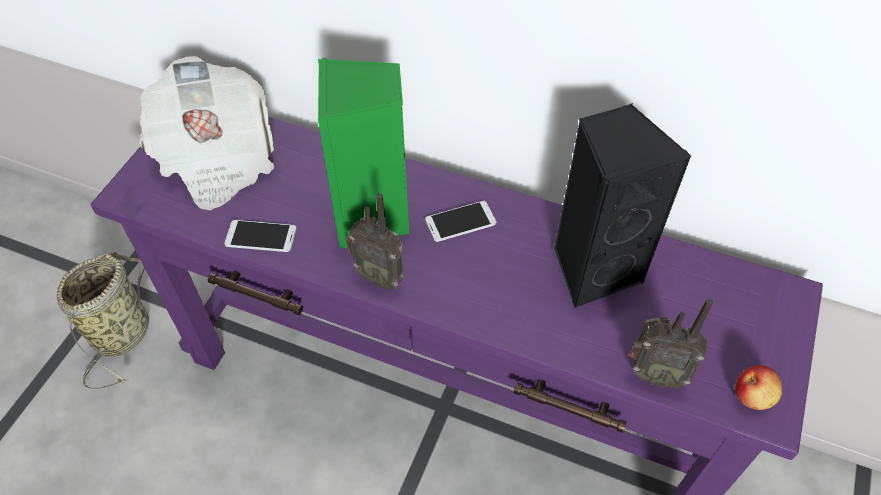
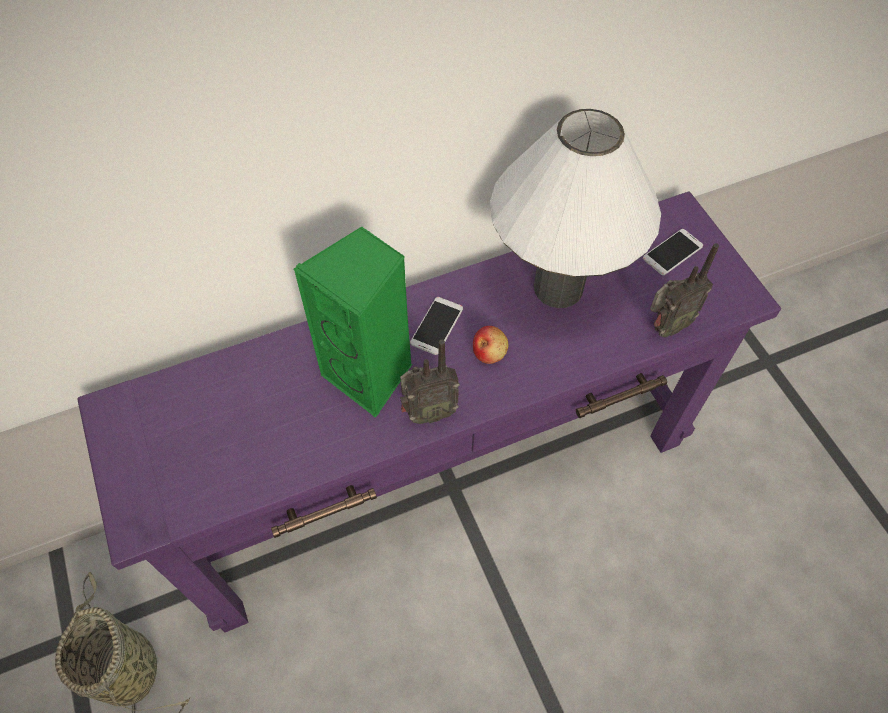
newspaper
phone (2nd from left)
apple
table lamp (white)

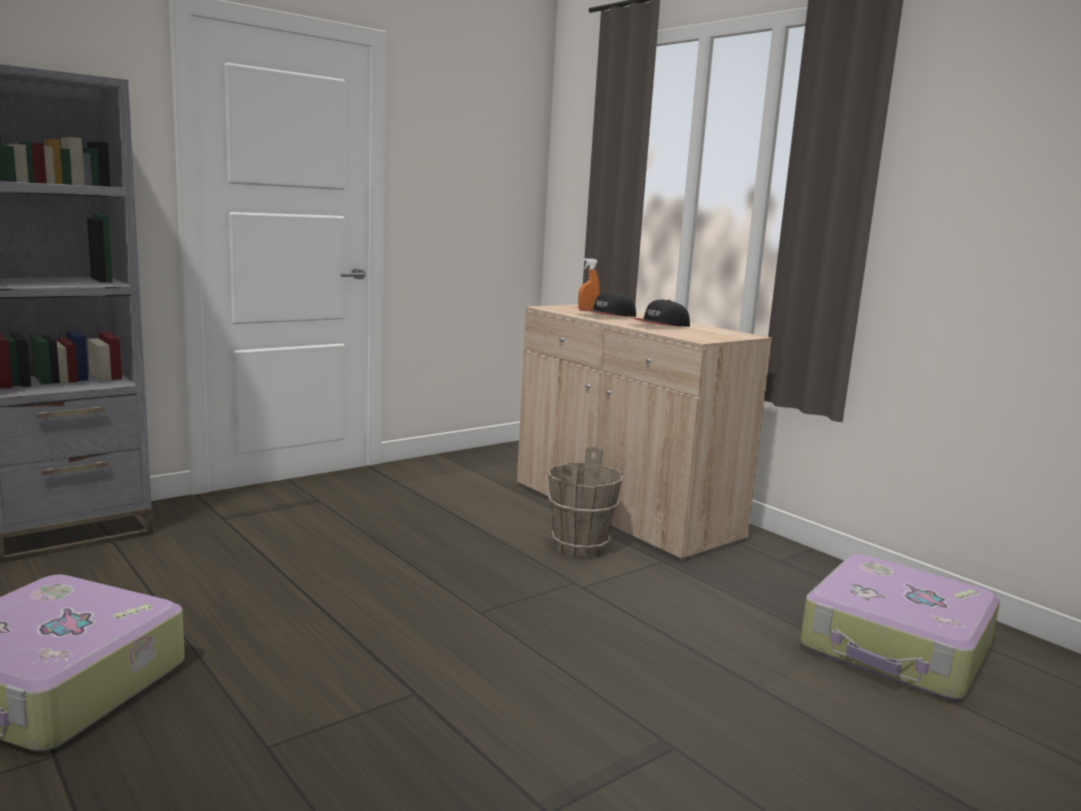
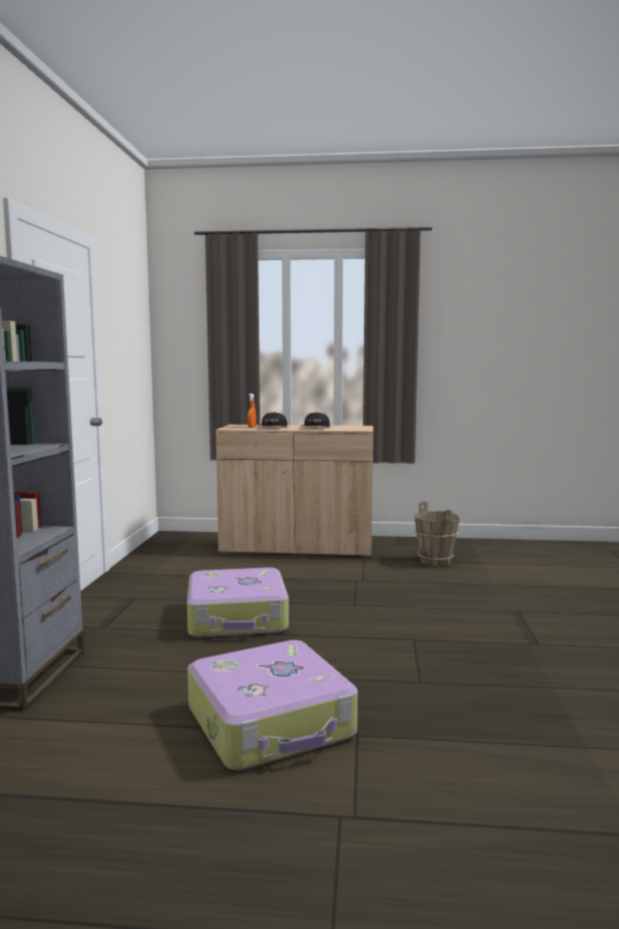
bucket (brown)
suitcase (1st from left)

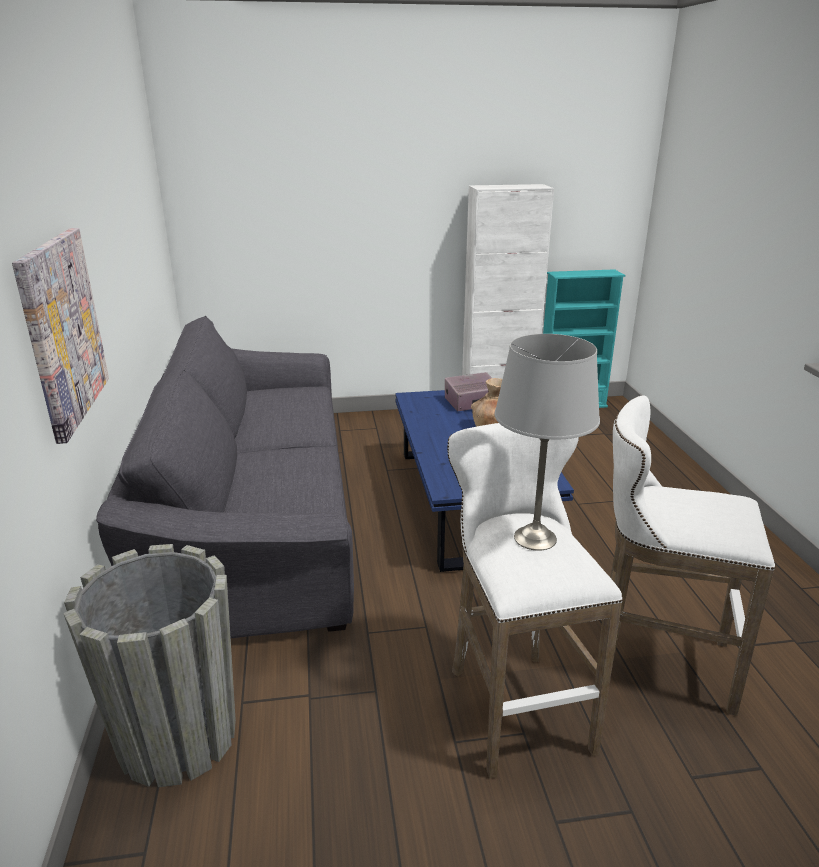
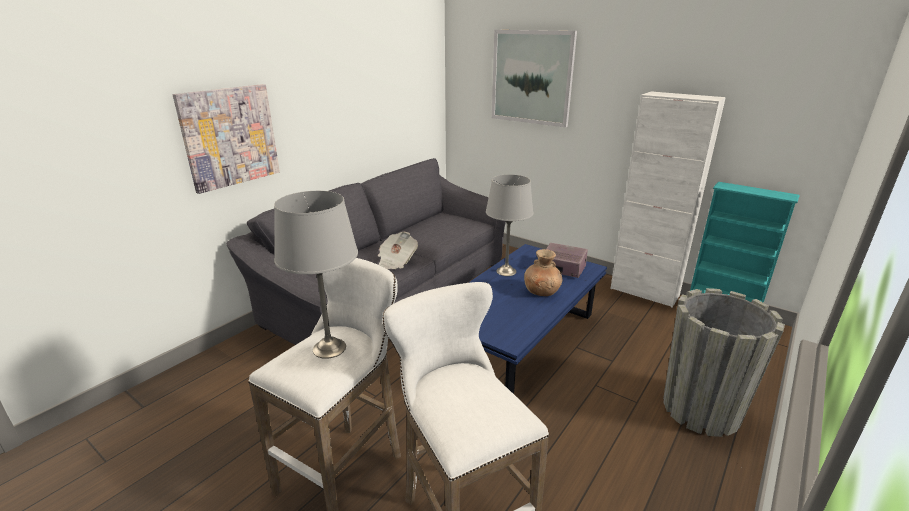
newspaper
table lamp (grey) (2nd from left)
picture (2nd from left)
planter (grey)

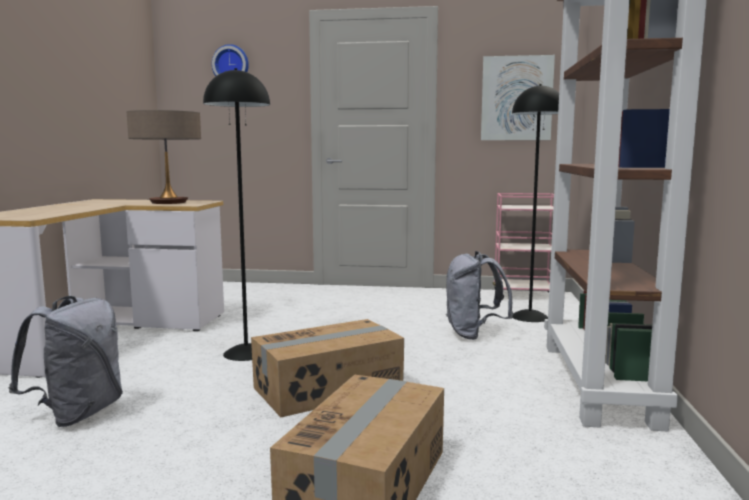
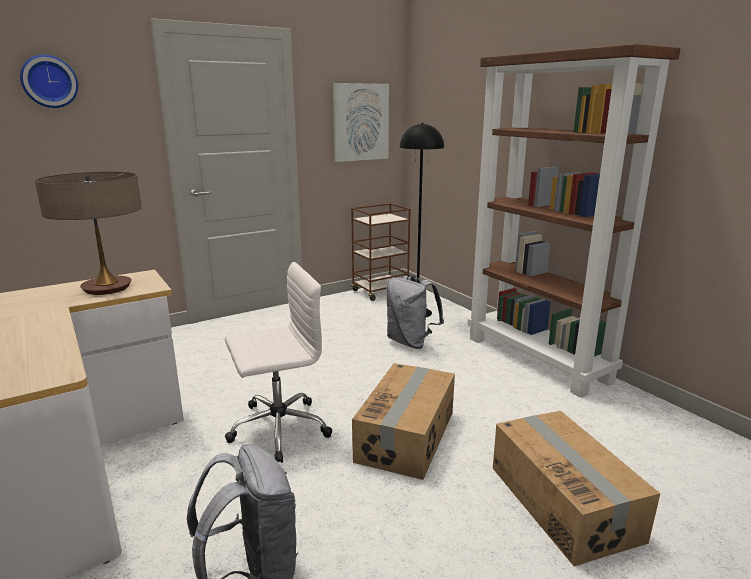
office chair (white)
cart (brown)

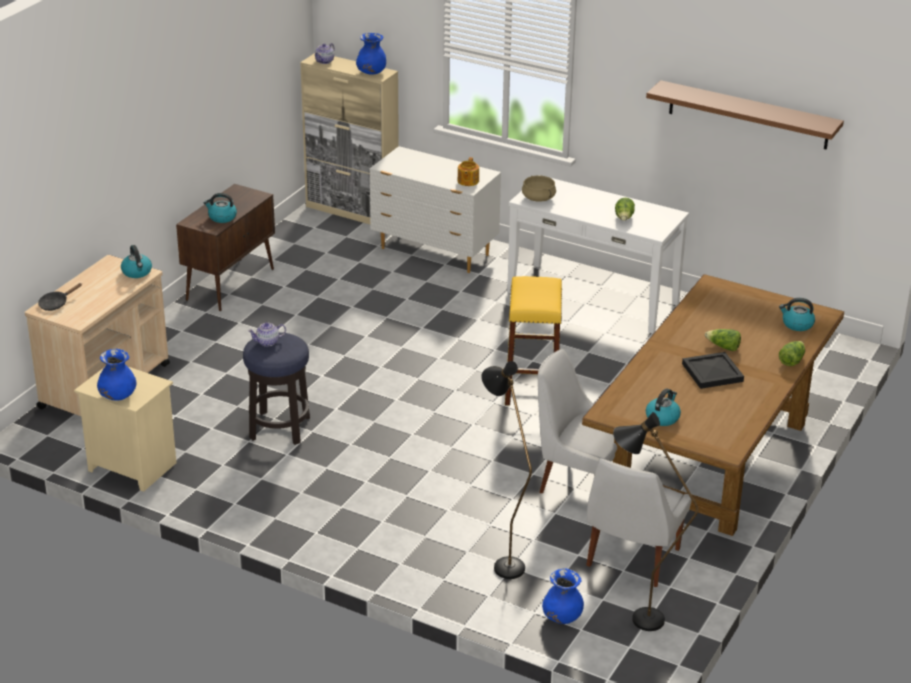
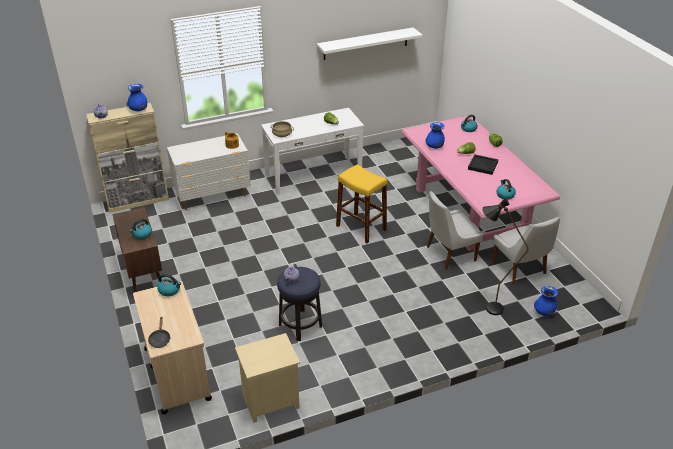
floor lamp (black) (2nd from left in the first image)
vase (blue) (2nd from left)
dining table (pink)
shelf (white)

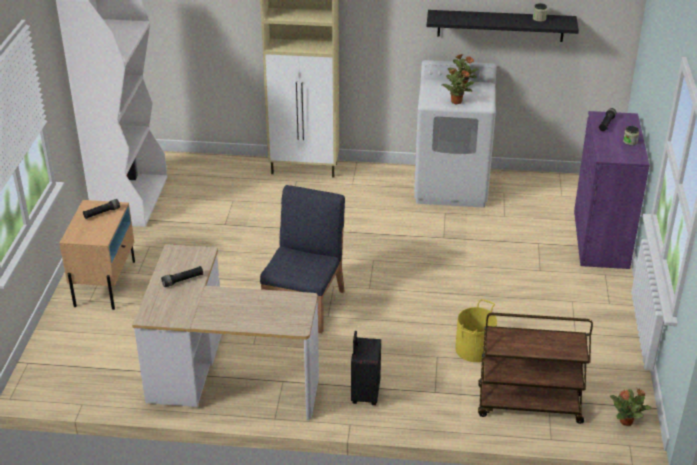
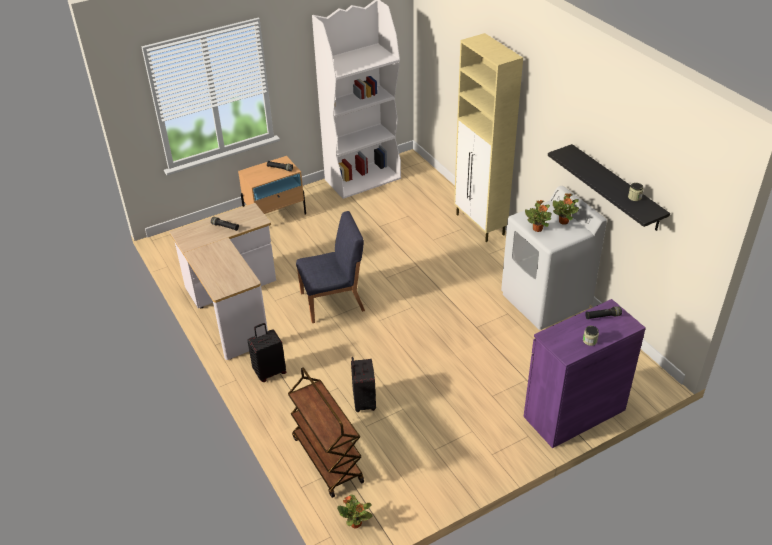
suitcase (black) (2nd from left)

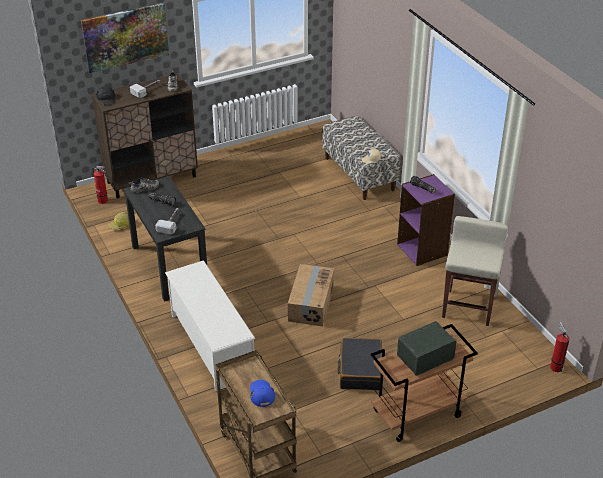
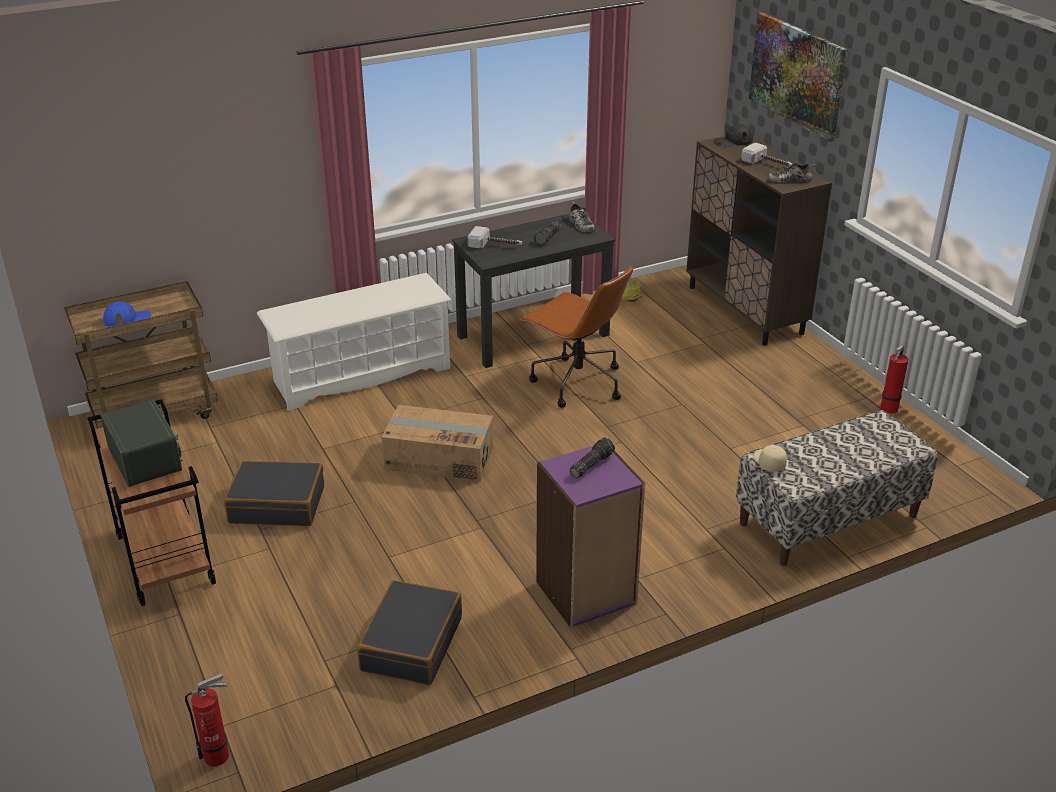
office chair (brown)
fire extinguisher (2nd from left)
suitcase (black) (2nd from left)

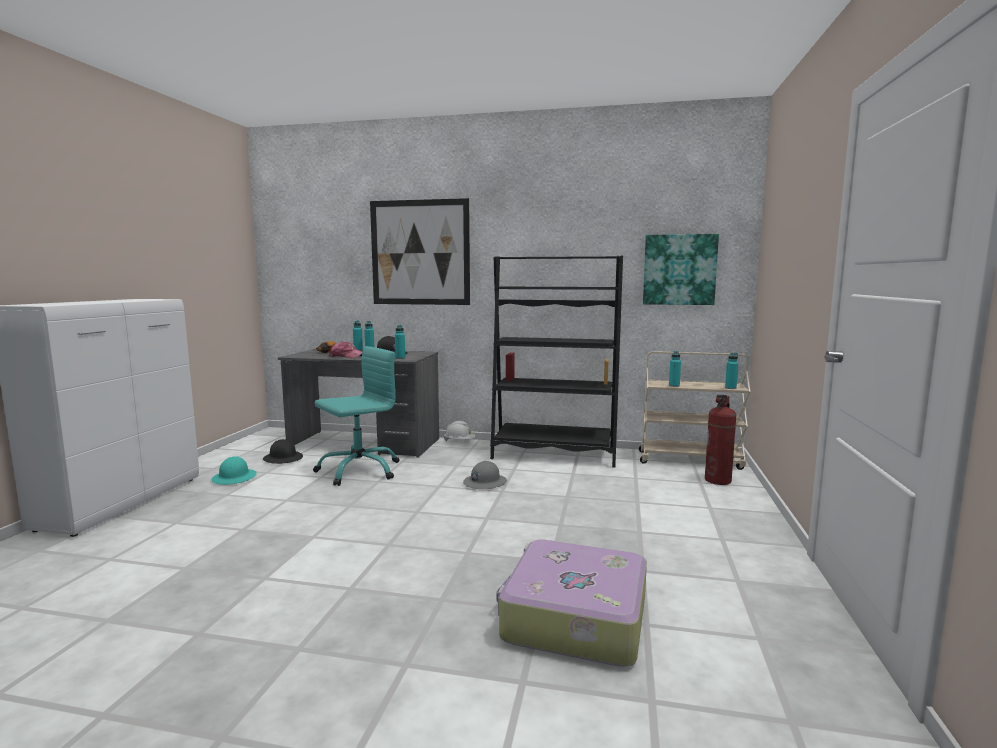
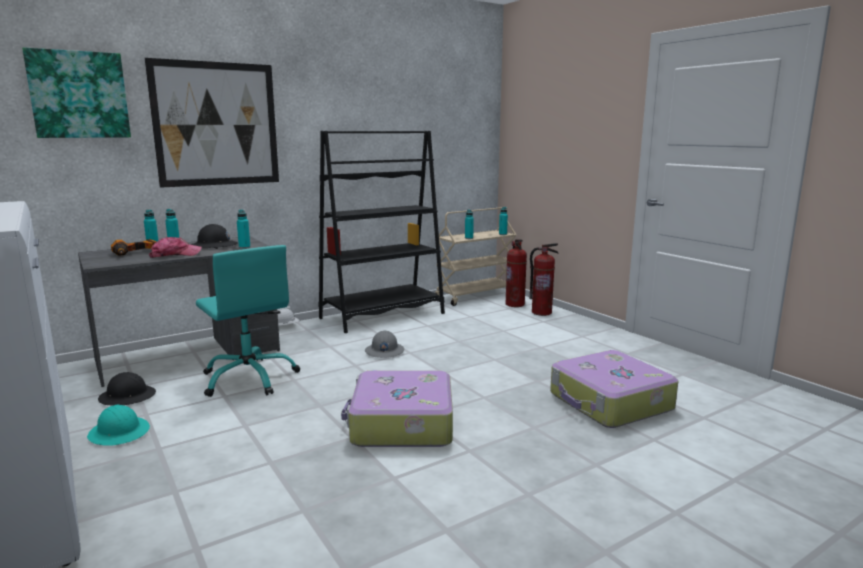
suitcase (1st from left)
fire extinguisher (2nd from left)
picture (1st from left)
office chair (turquoise)

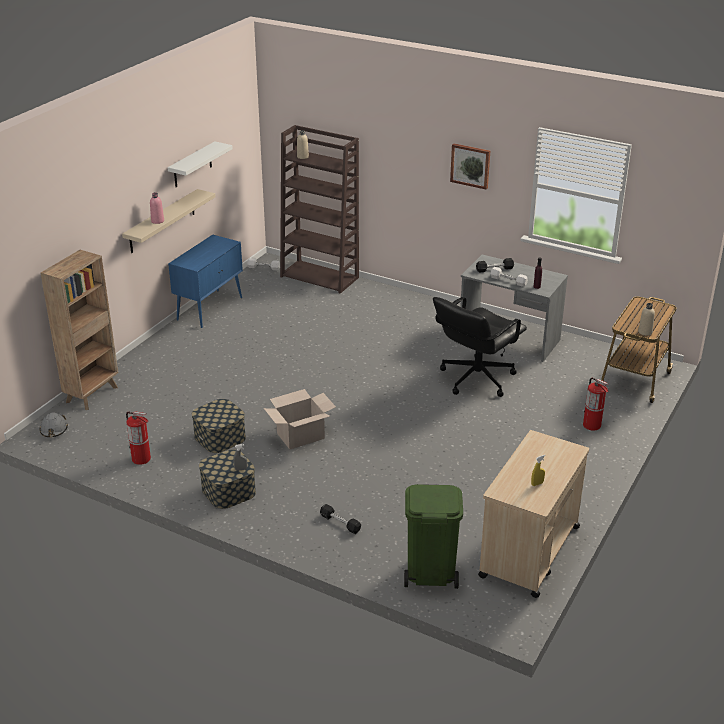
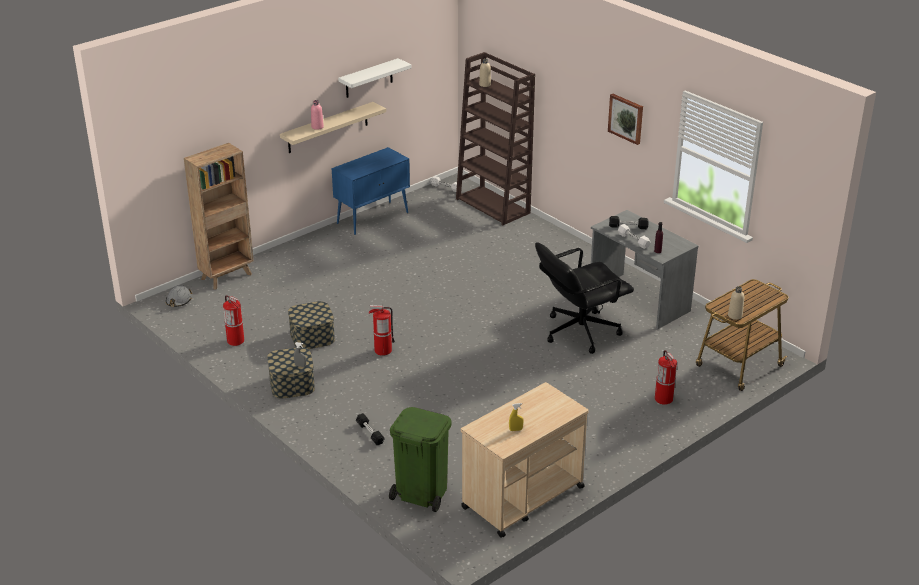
fire extinguisher (2nd from left)

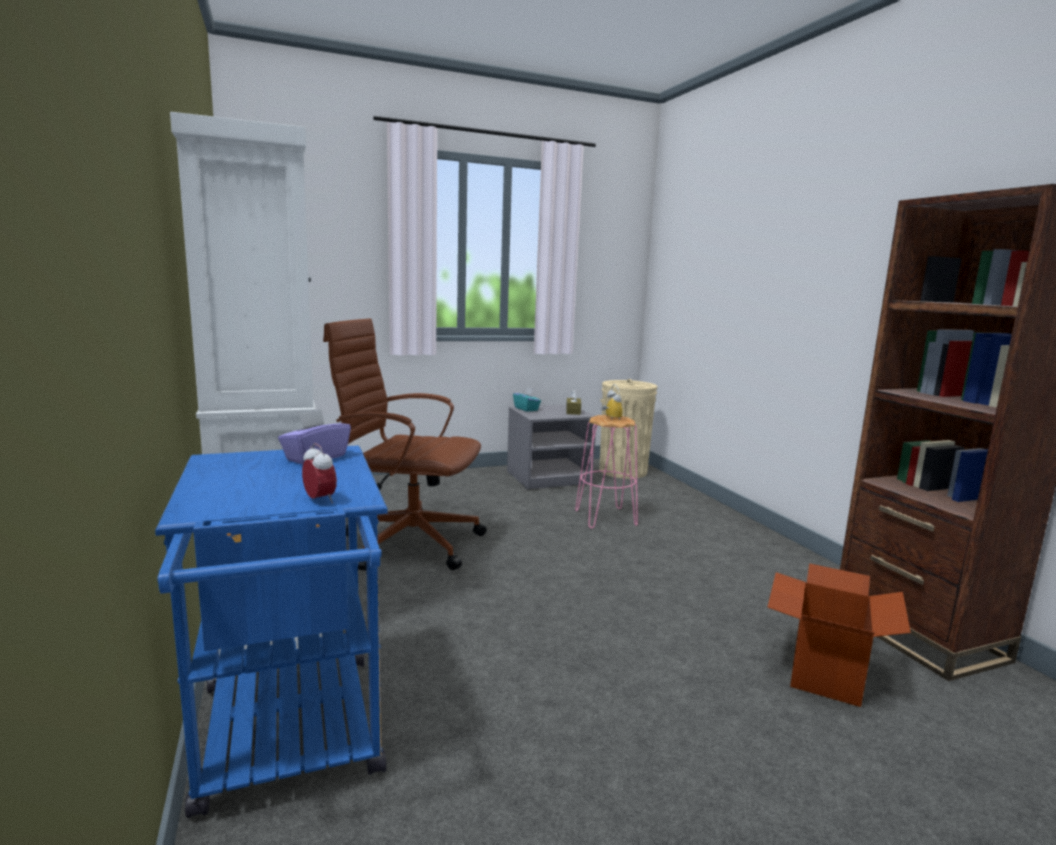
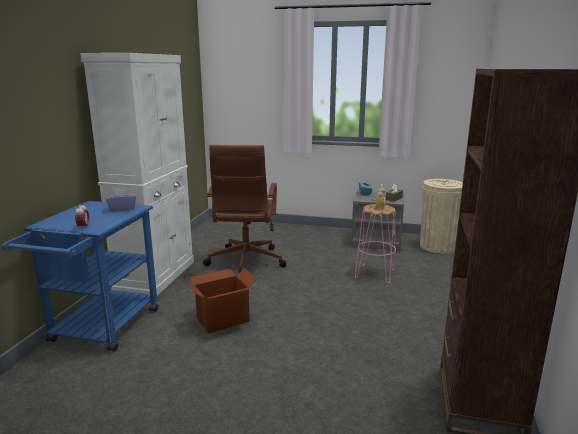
cardboard box
office chair (brown)

